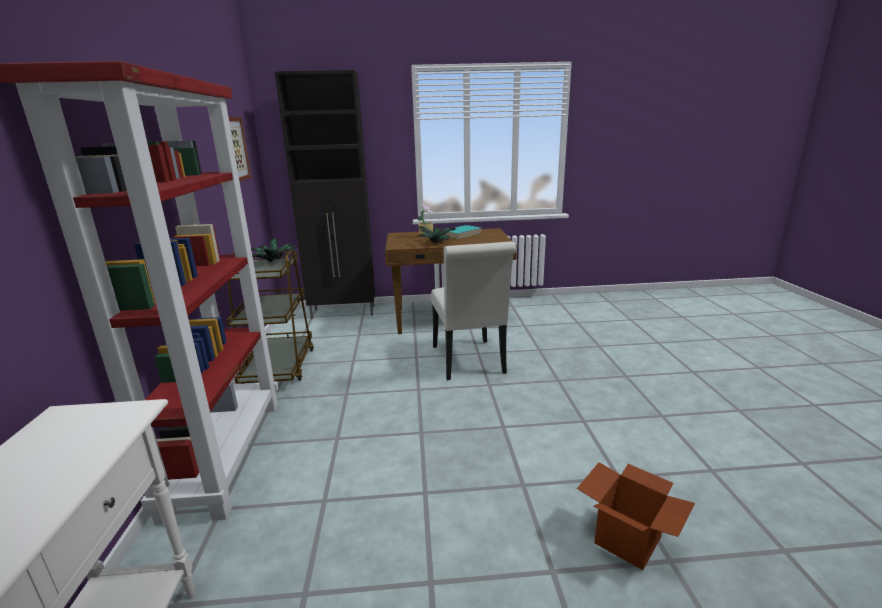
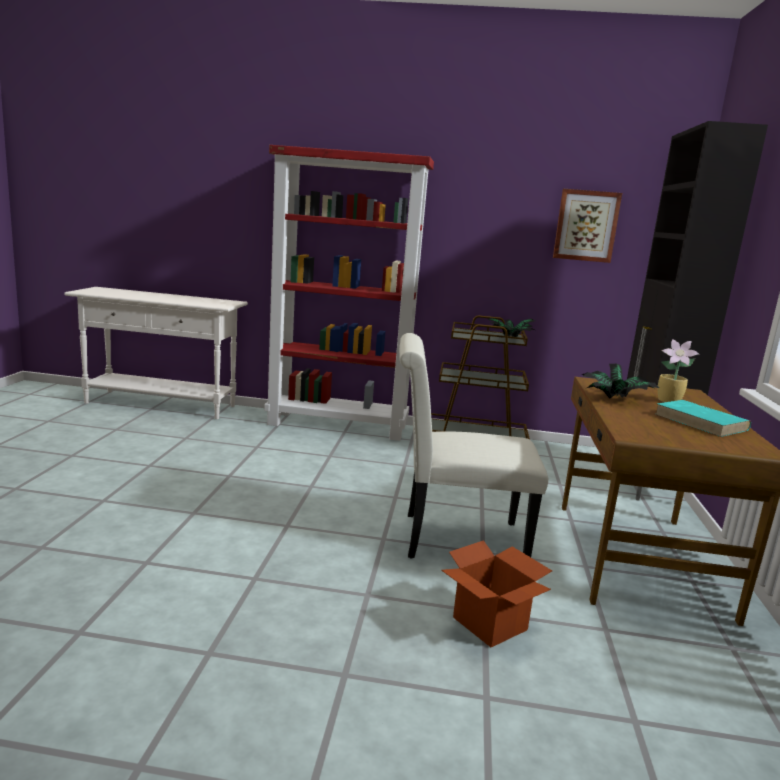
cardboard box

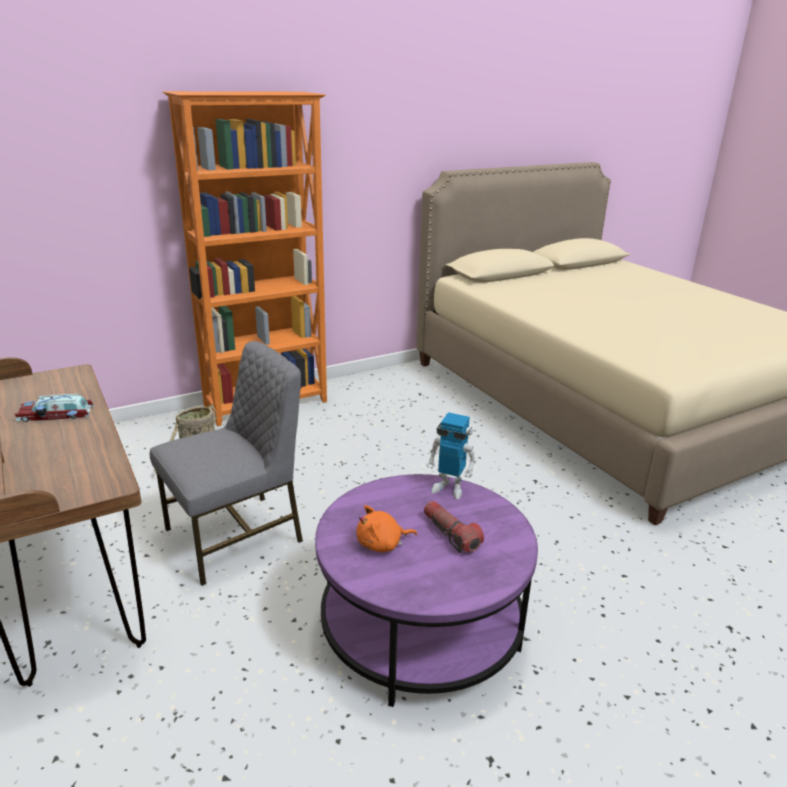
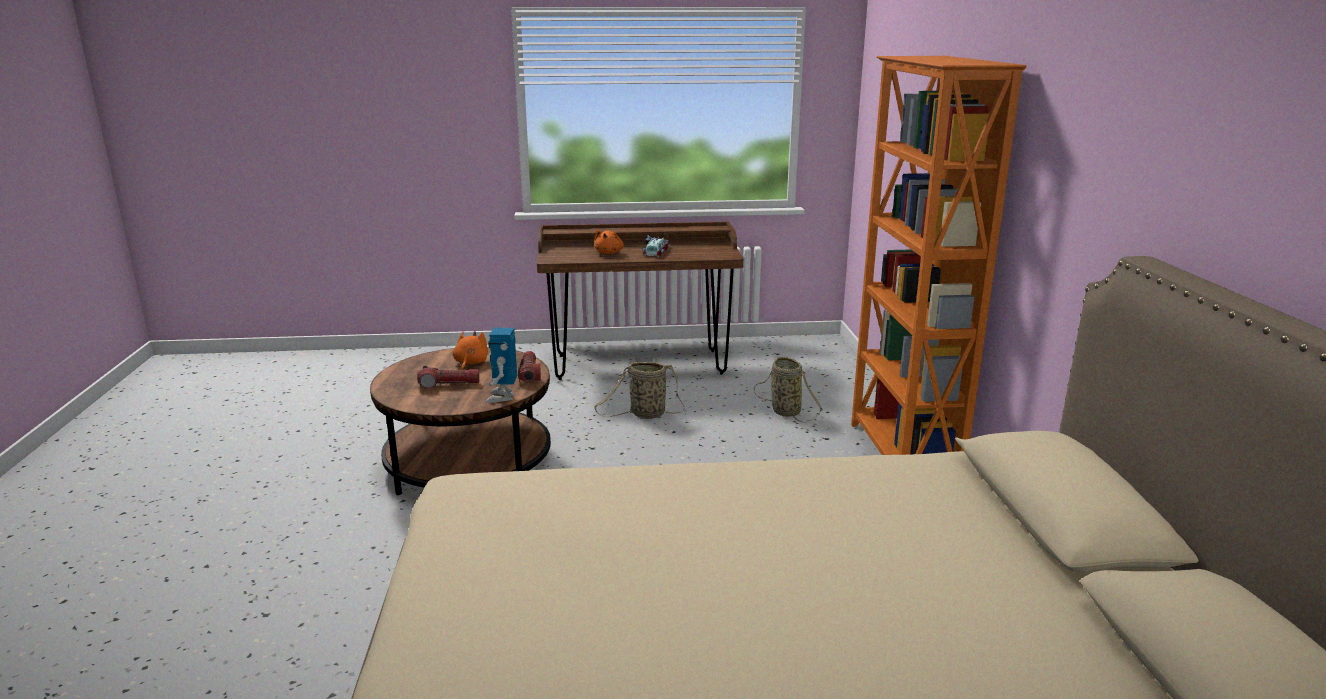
flashlight (2nd from left)
plush toy (orange) (2nd from left)
basket (1st from left)
coffee table (brown)
toy robot

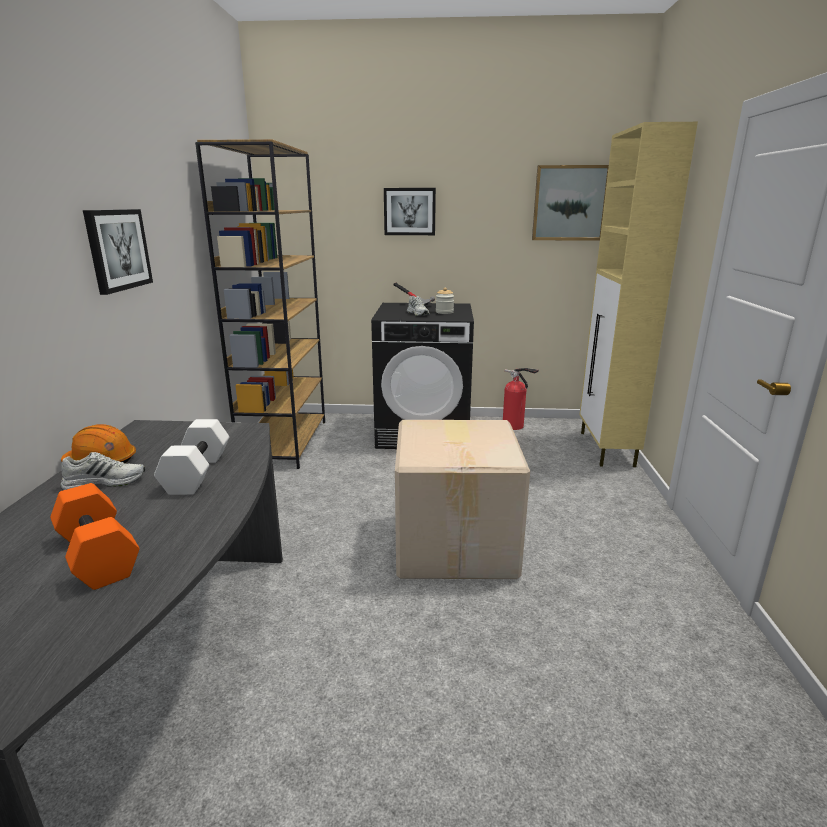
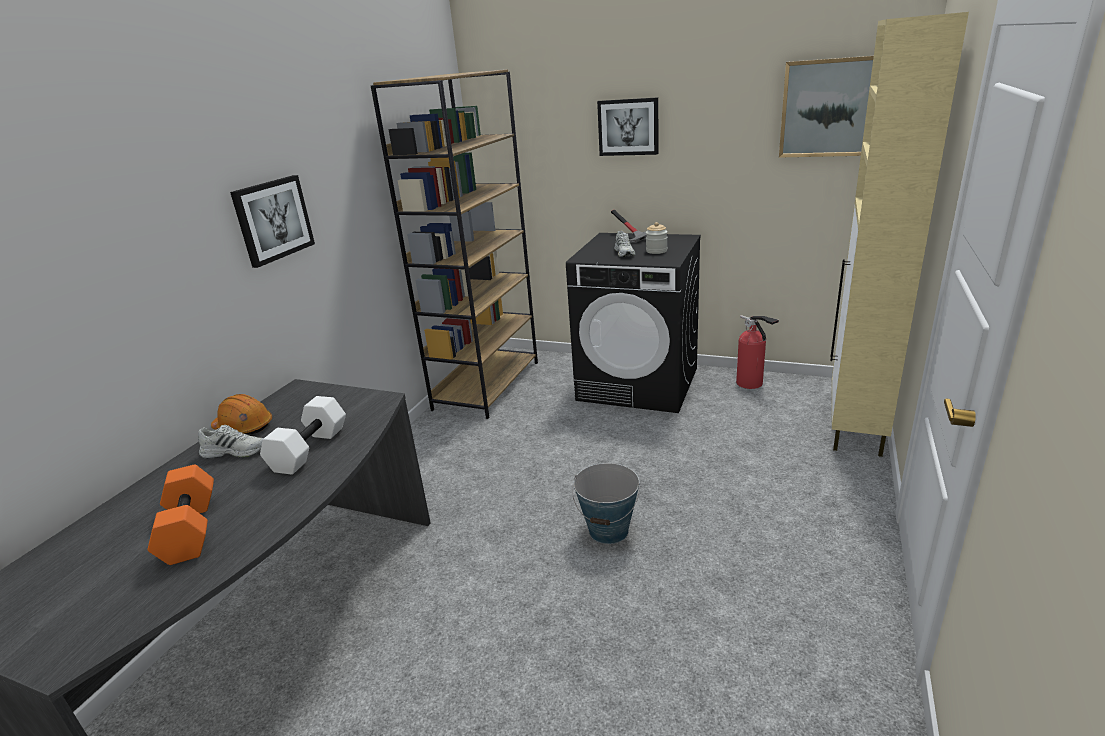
bucket

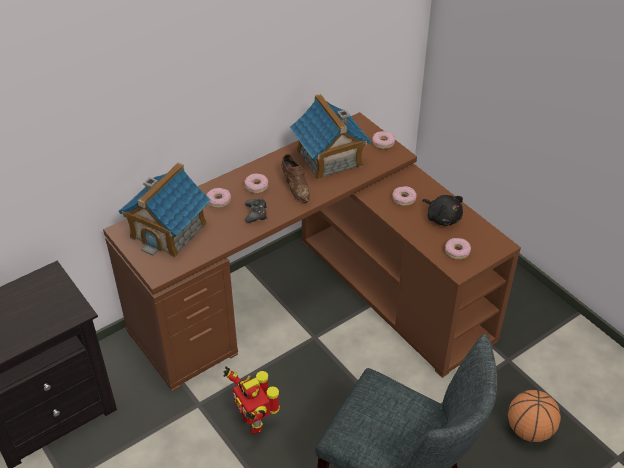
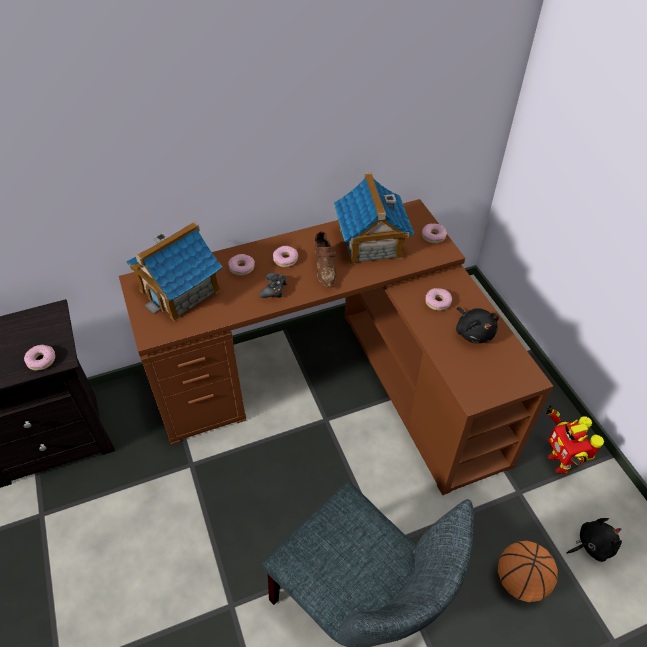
plush toy (black) (2nd from left)
toy robot
donut (1st from left)

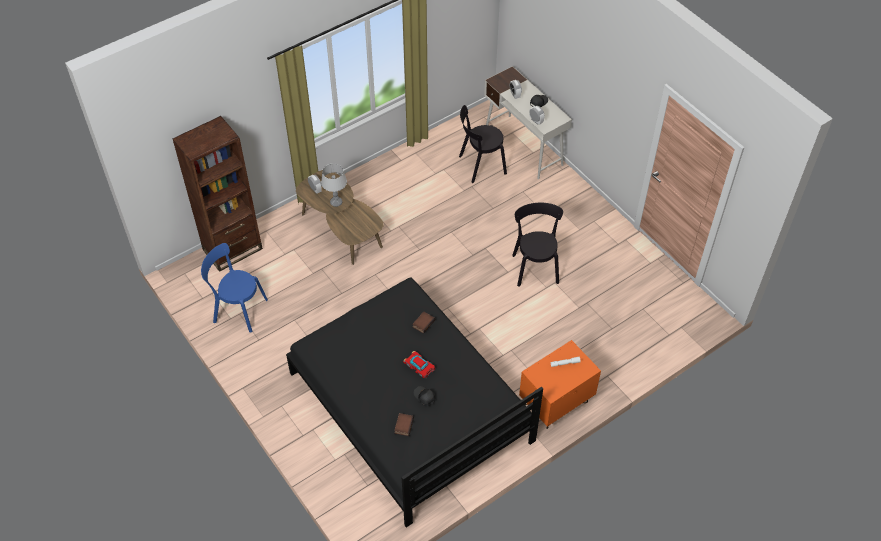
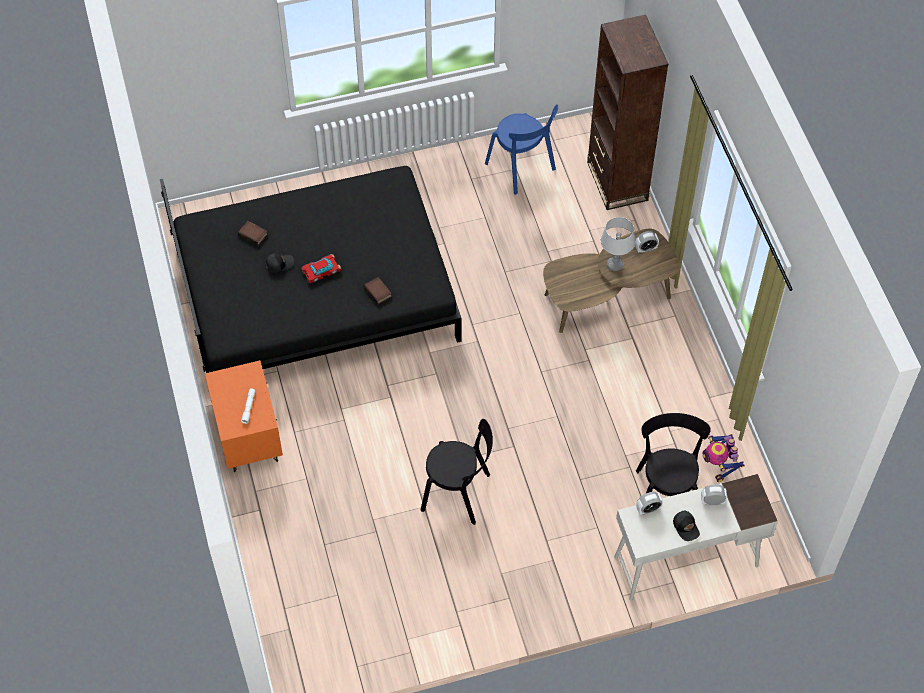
toy robot
chair (blue)

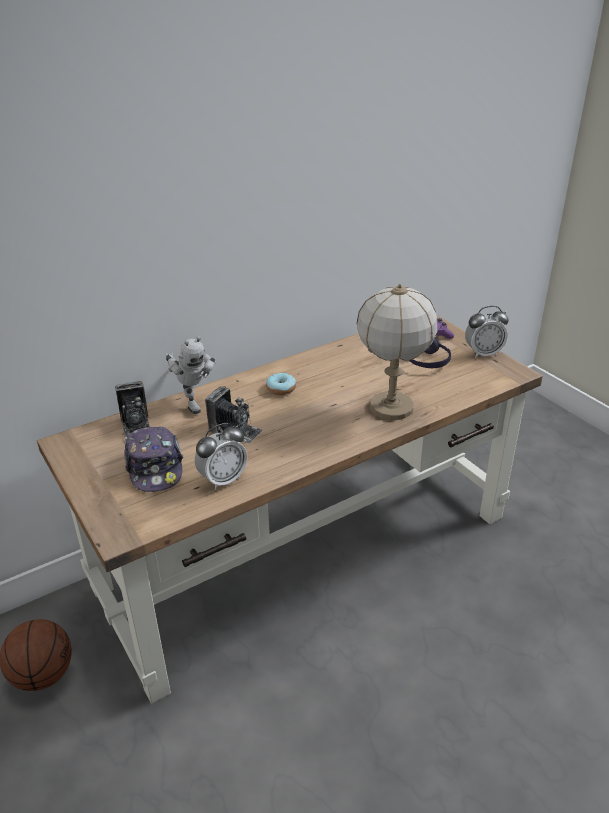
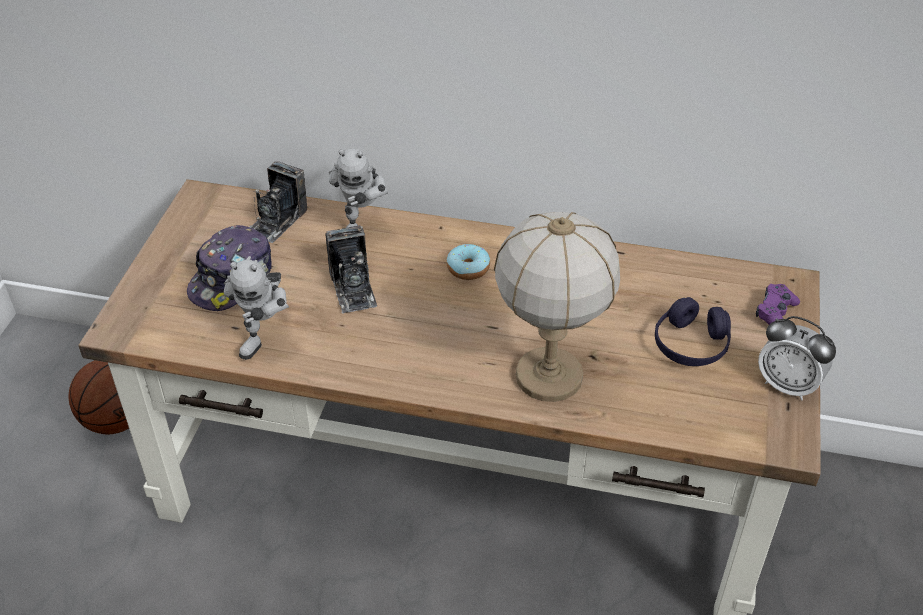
toy robot (1st from left)

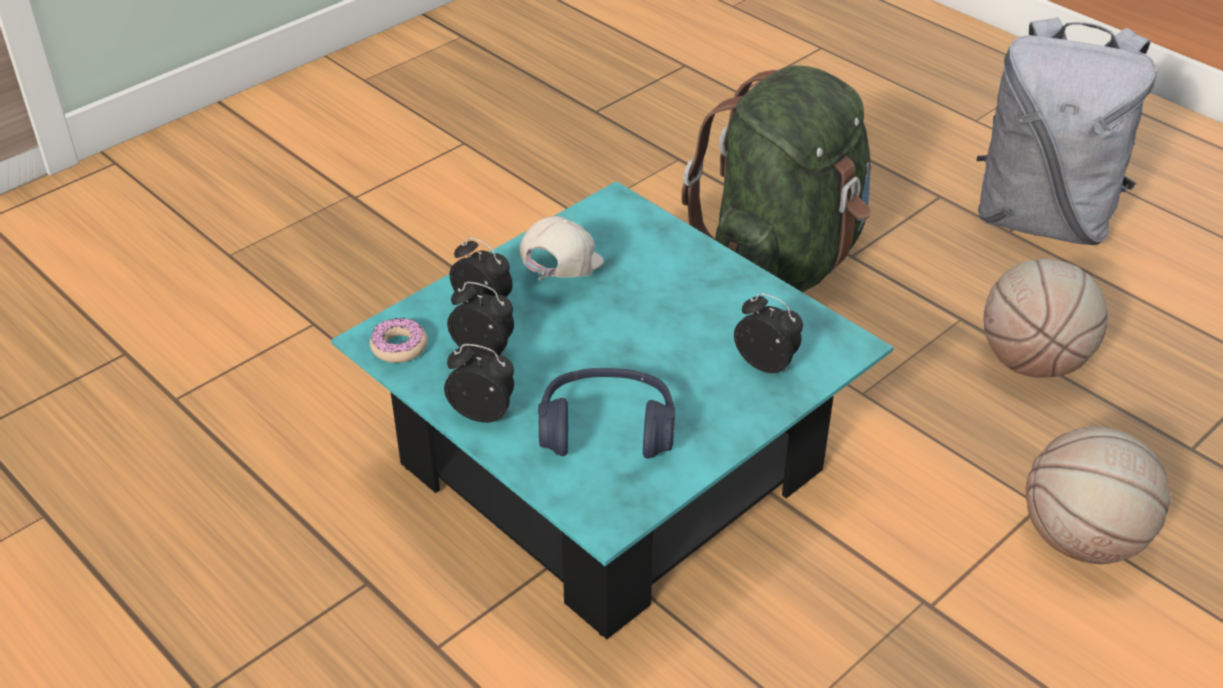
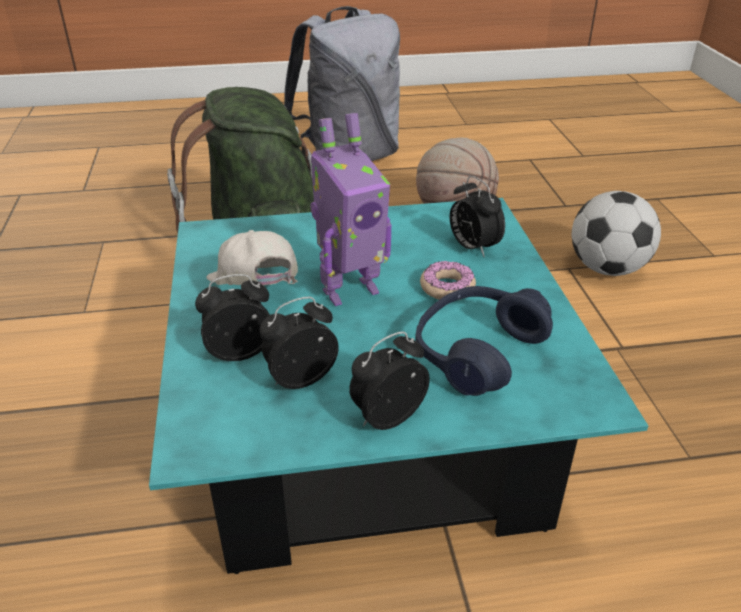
toy robot
donut
football
alarm clock (4th from left)

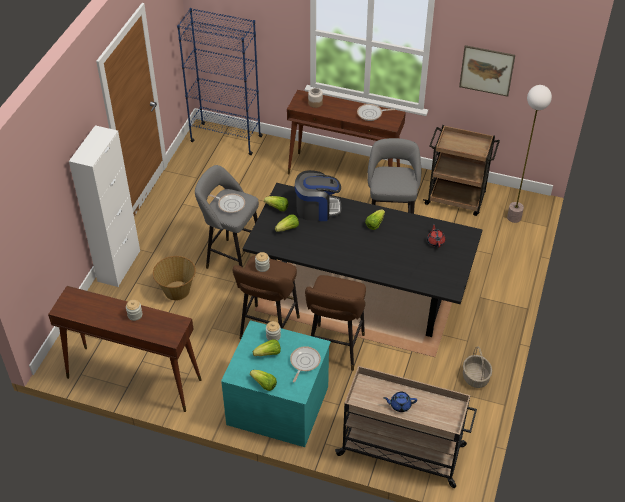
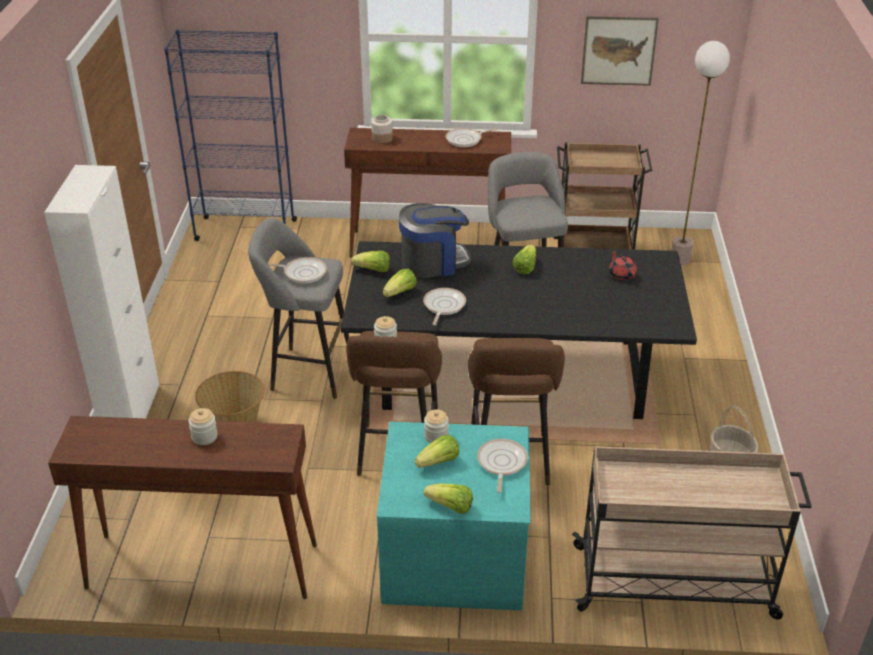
teapot (blue)
frying pan (2nd from left)

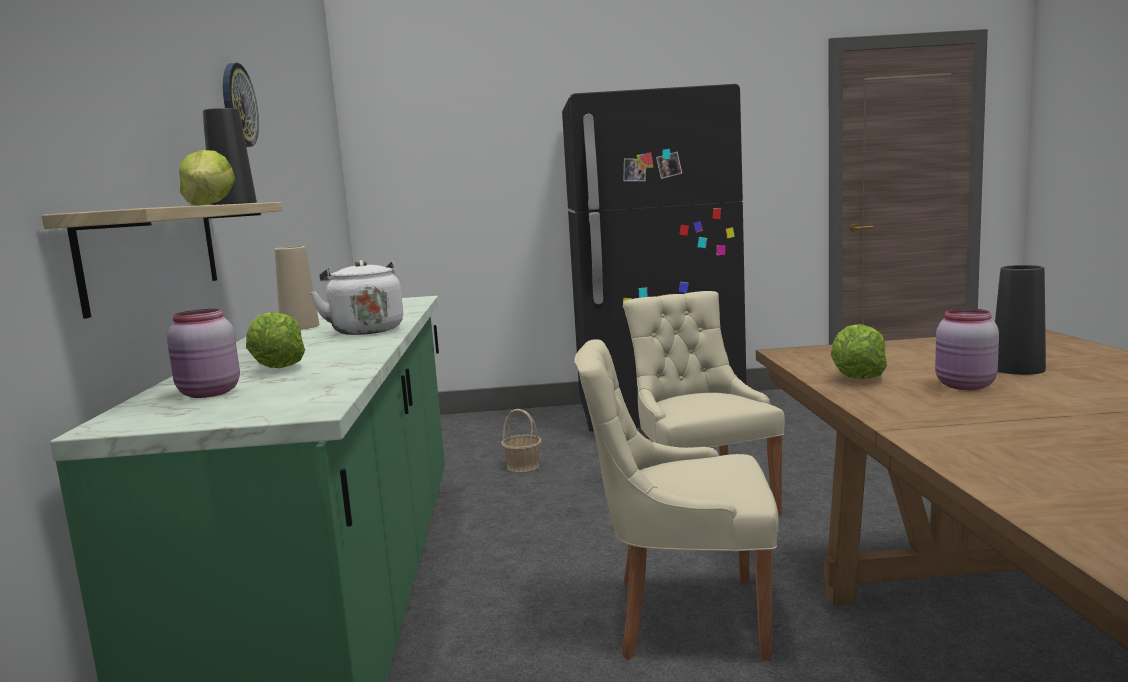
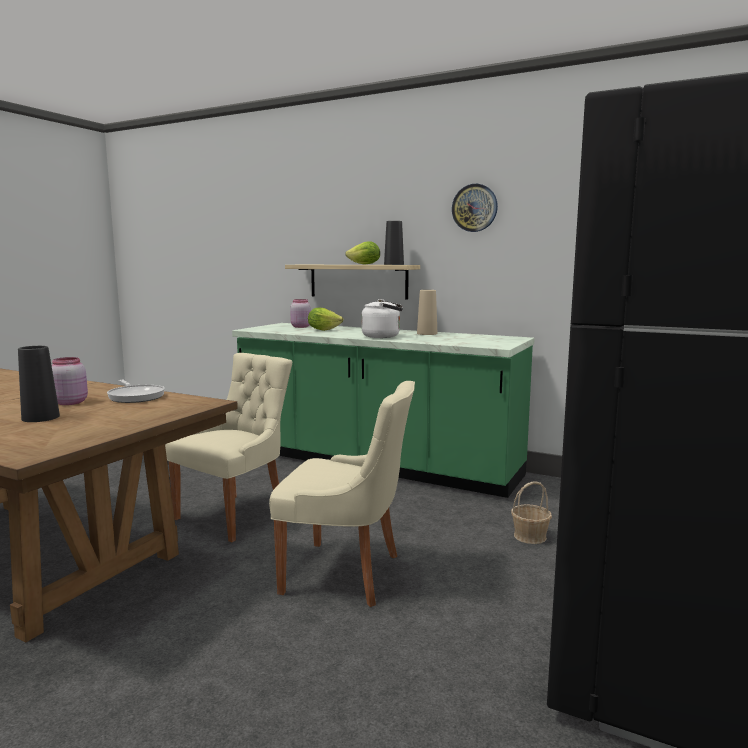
frying pan

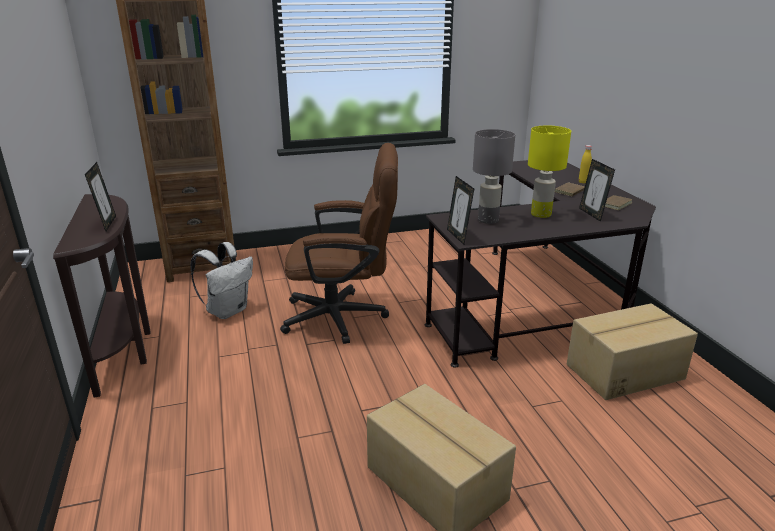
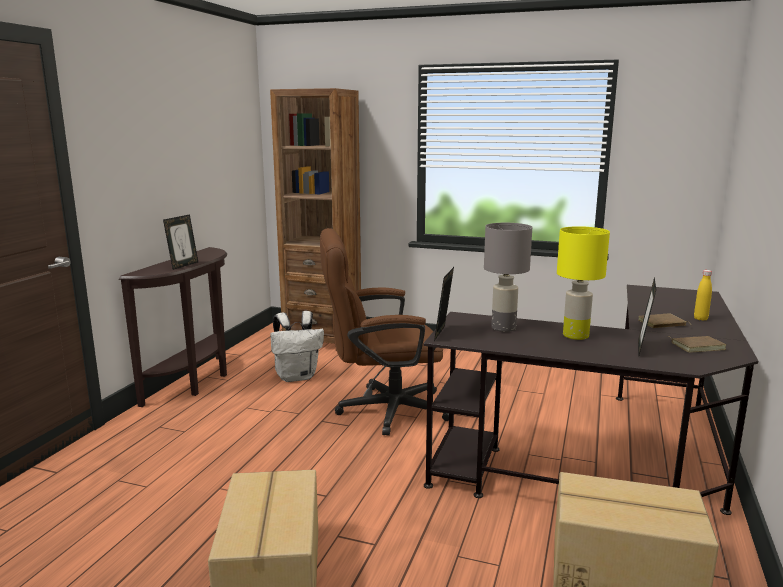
office chair (brown)

